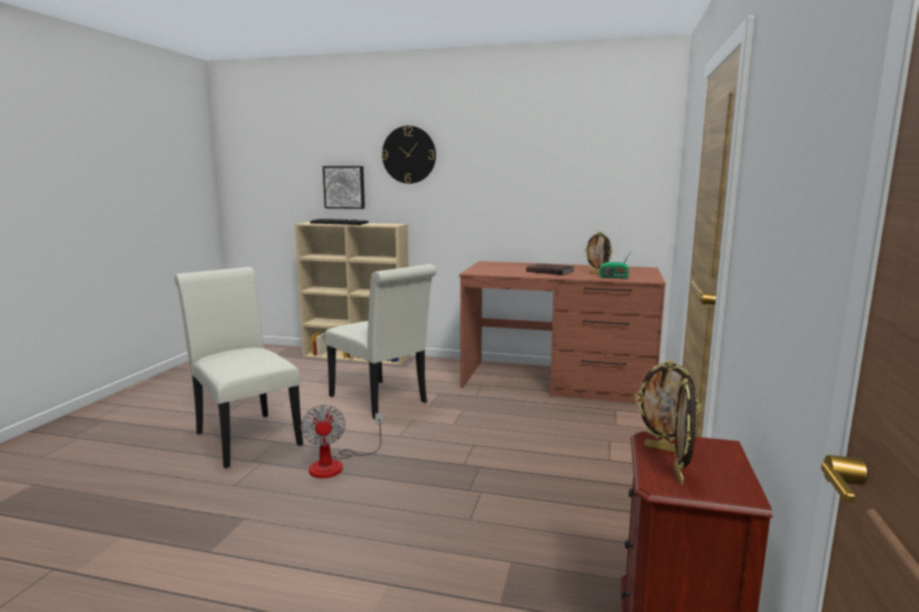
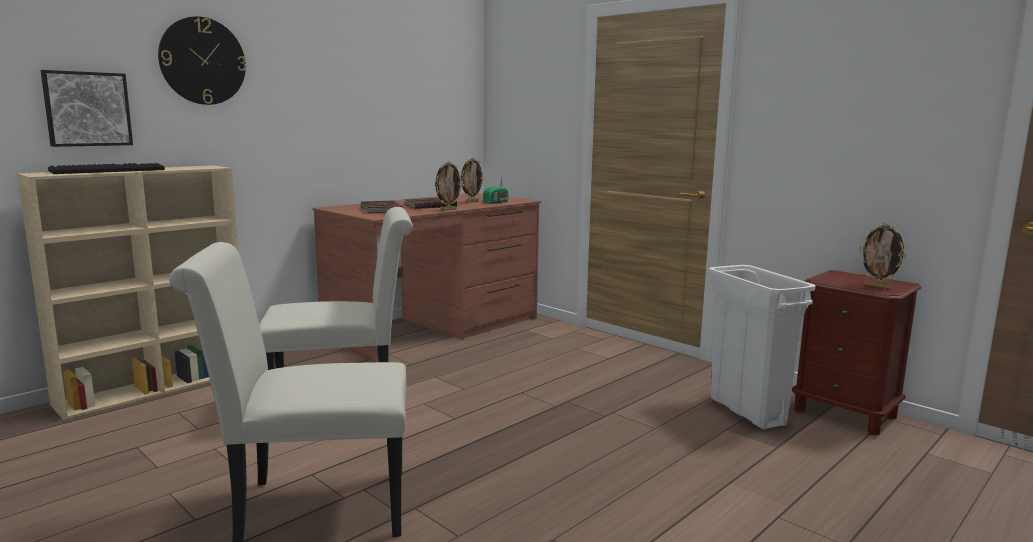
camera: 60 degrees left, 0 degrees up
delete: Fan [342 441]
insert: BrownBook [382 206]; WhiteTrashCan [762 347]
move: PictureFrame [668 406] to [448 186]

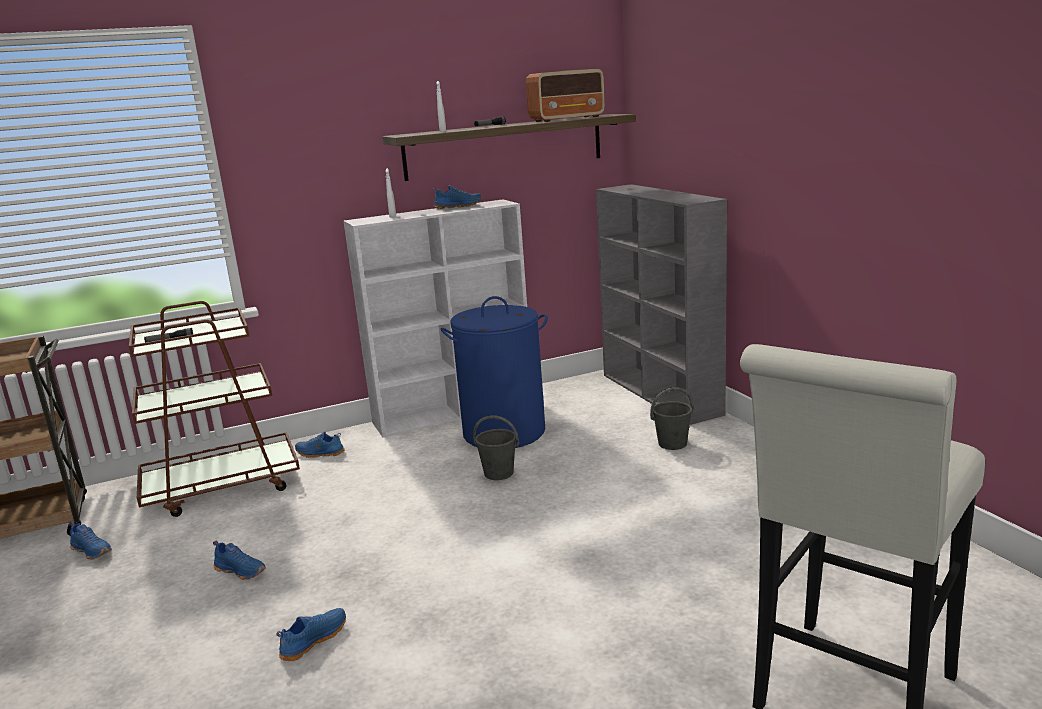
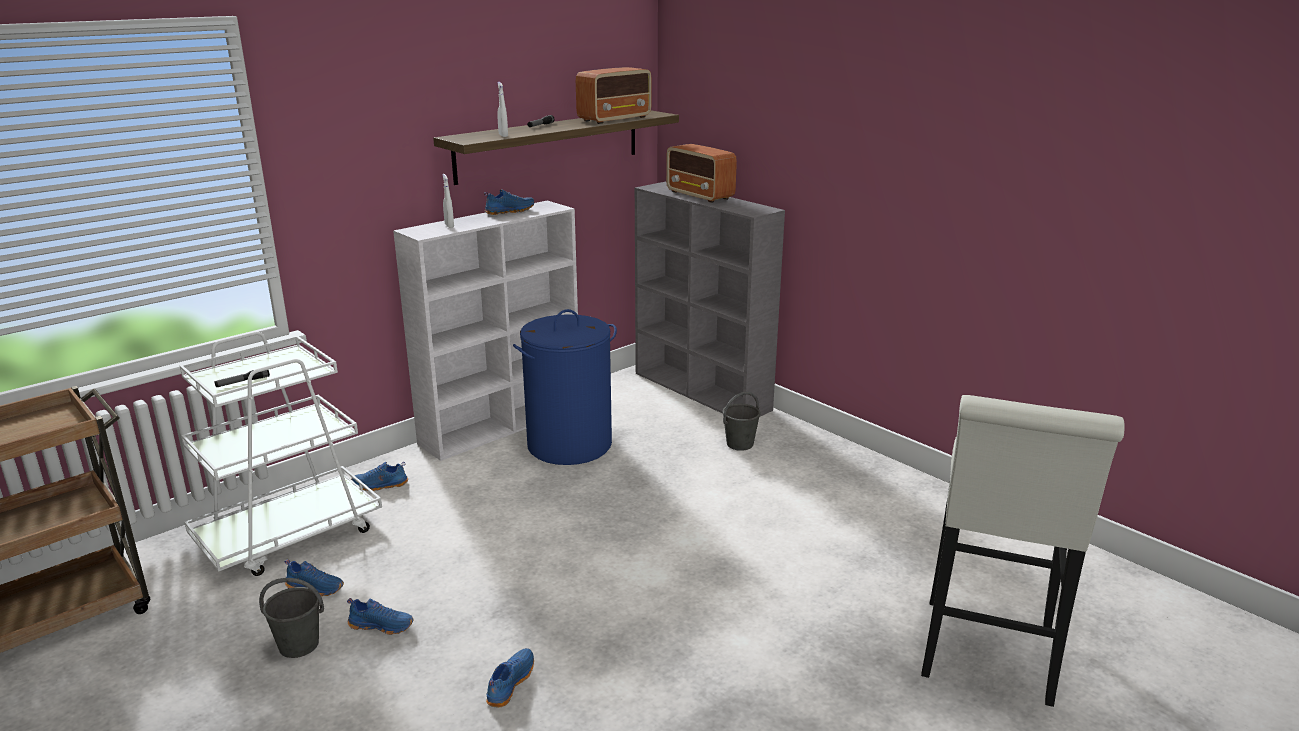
camera: 20 degrees left, 5 degrees up
insert: Radio [701 173]
move: BlueShoe [91 540] to [314 577]; GreyBucket [496 447] to [291 618]
recolor: BrownCart [214 409] to WhiteCart [281 454]

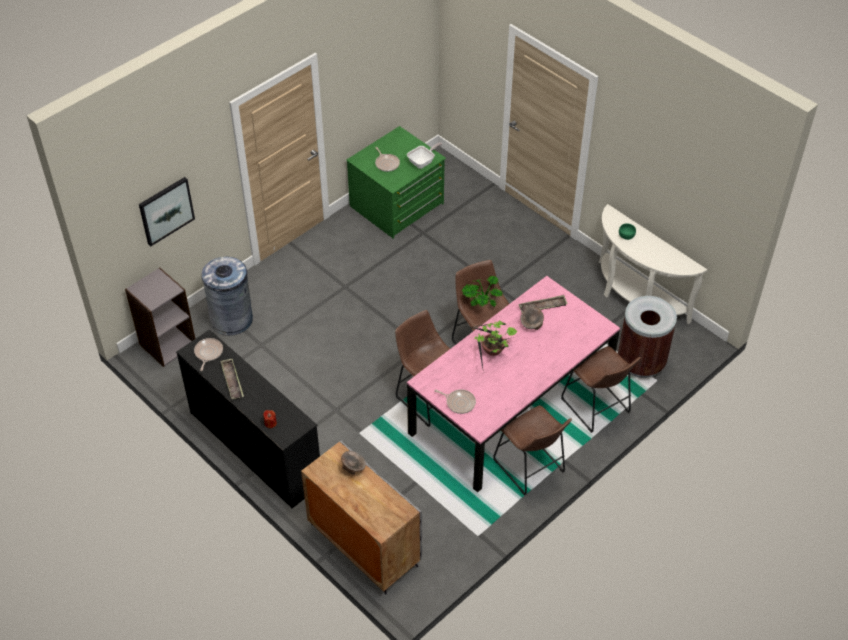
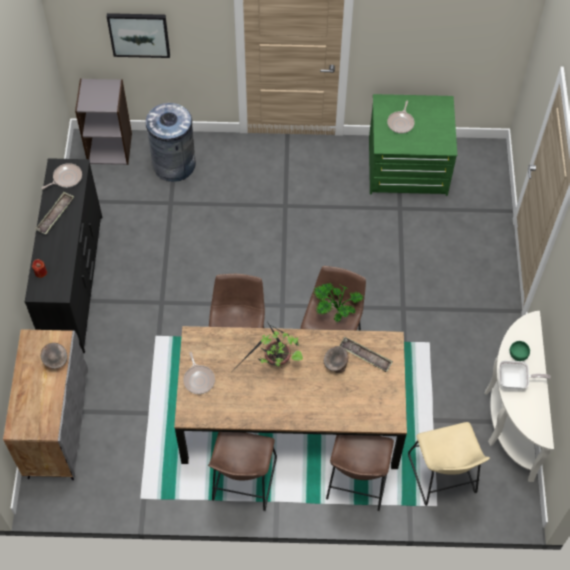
camera: 45 degrees right, 10 degrees up
move: FryingPan [424 155] to [525 374]
replace: BrownTrashCan [647 337] to BeigeStool [449 464]
recolor: PinkDiningTable [513 384] to BrownDiningTable [290 397]

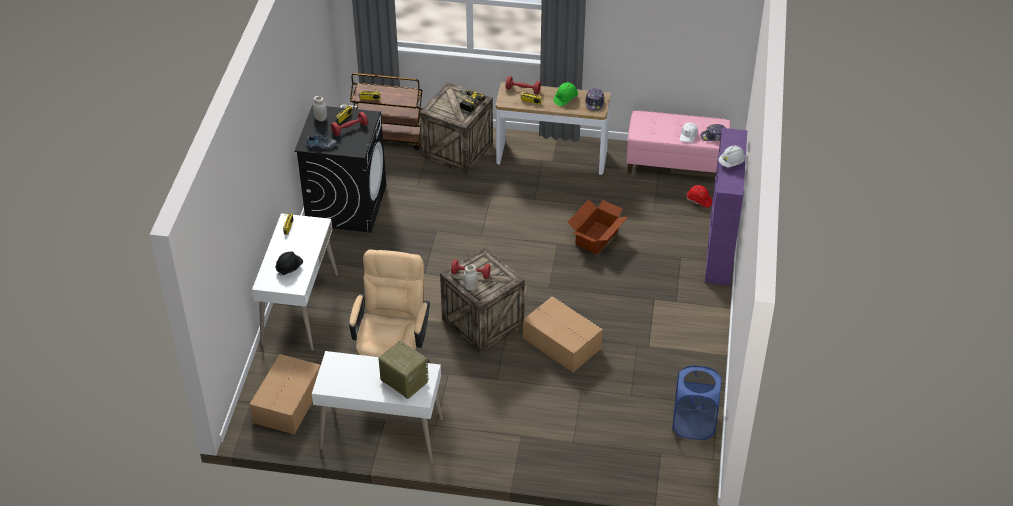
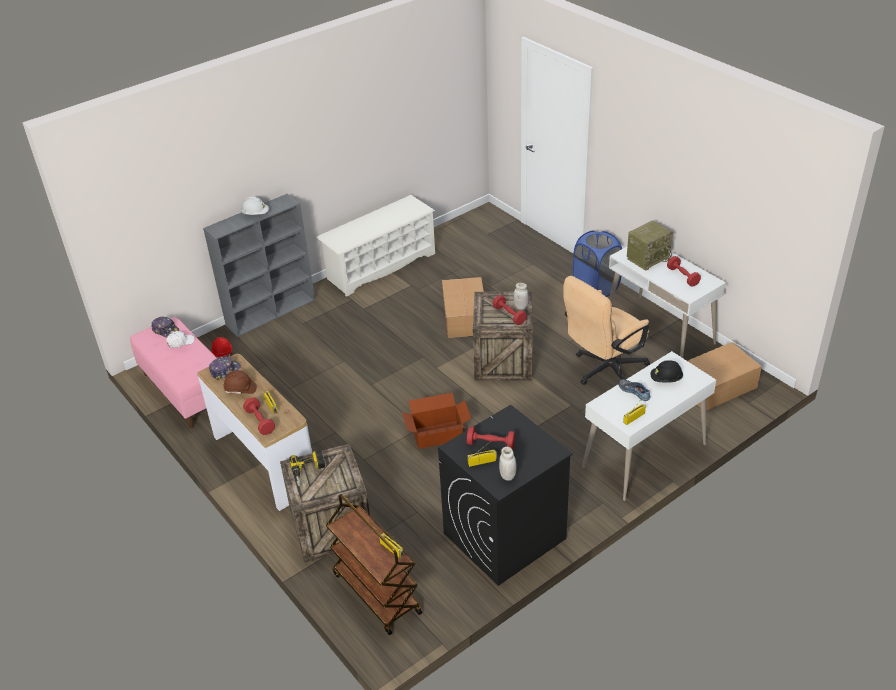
camera: 135 degrees left, 5 degrees down
insert: WhiteShoeRack [376 246]; RedDumbbell [684 271]
move: Shoe [322 142] to [634 390]; CardboardBox [597 226] to [436 420]; BlueLaundryBasket [696 402] to [597 264]
recolor: GreenHardHat [565 94] to BrownHardHat [240 382]; PurpleBookcase [726 206] to GreyBookcase [259 265]
rotate: Radio [403 369] = [650 245] 120 degrees counterclockwise

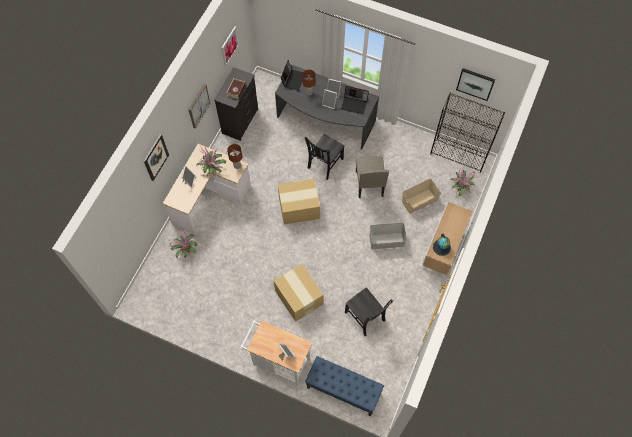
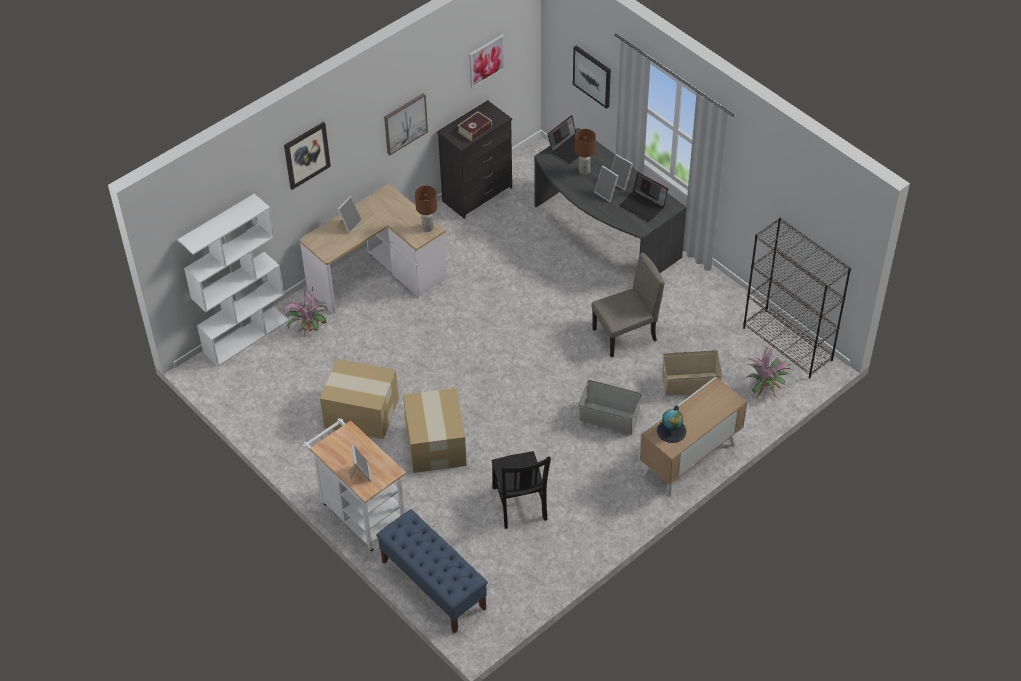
camera: 25 degrees right, 15 degrees down
delete: PottedPlant [211 160]; BlackChair [324 157]
insert: WhiteBookcase [233 280]
move: CardboardBox [299 202] to [359 398]; Picture [475 84] to [592 77]
rotate: BeigeChair [372 177] = [628 305] 135 degrees counterclockwise

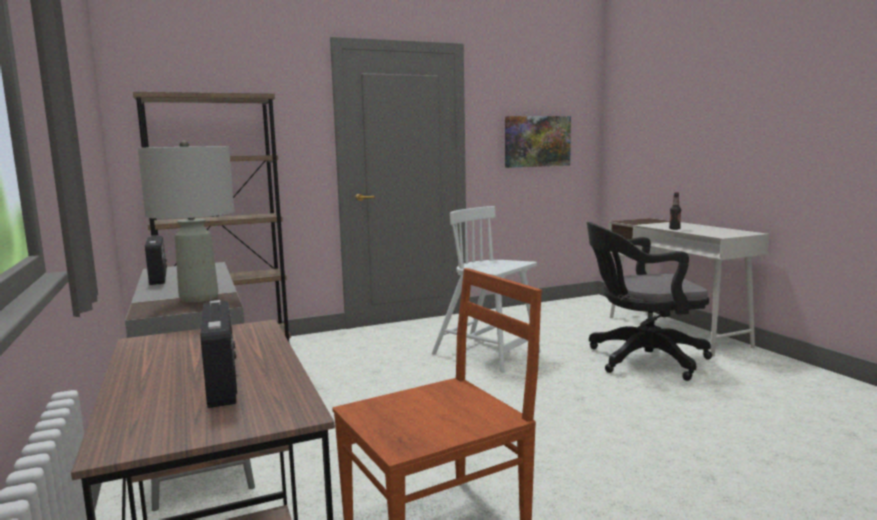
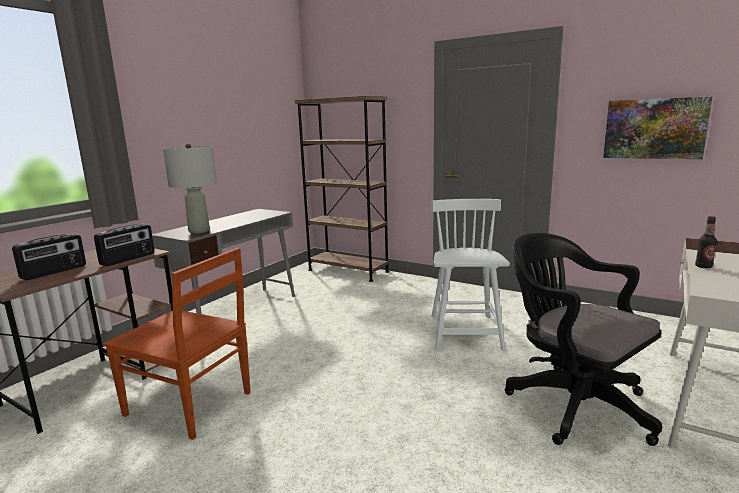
camera: 55 degrees right, 5 degrees up
move: Radio [156 260] to [124 244]

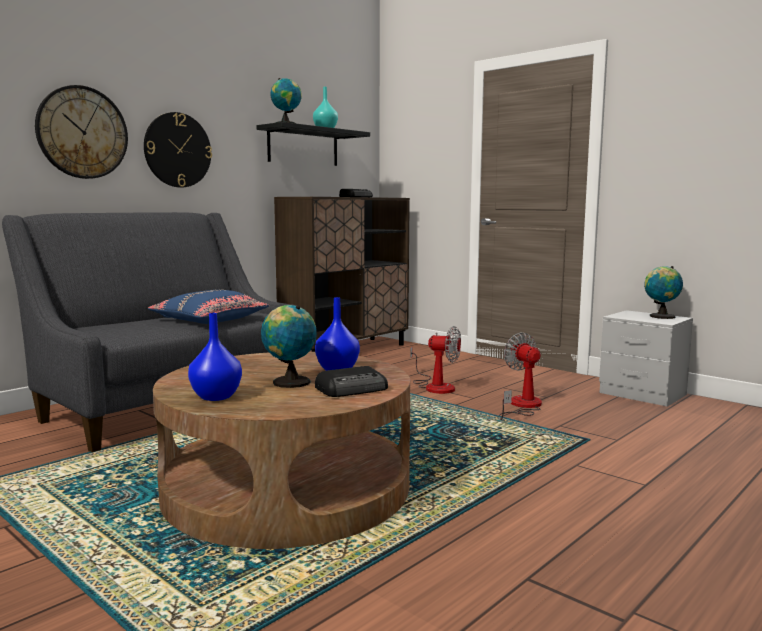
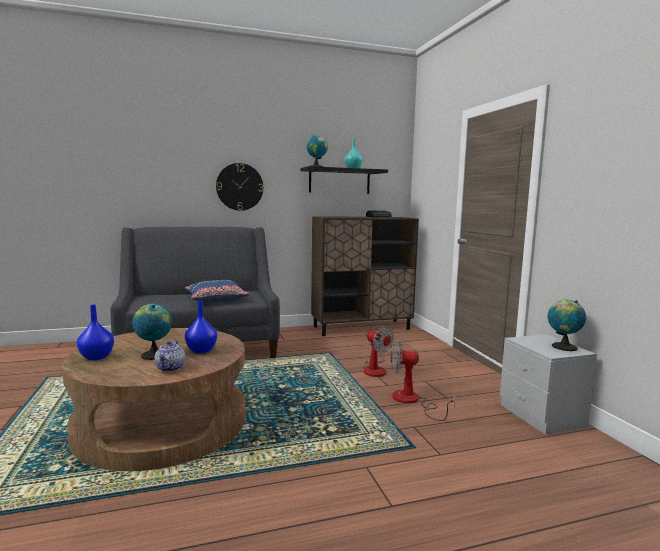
camera: 30 degrees right, 0 degrees up
delete: WallClock [81 132]
replace: Radio [351 381] to Teapot [169 356]
rotate: Fan [520 376] = [423 381] 90 degrees counterclockwise

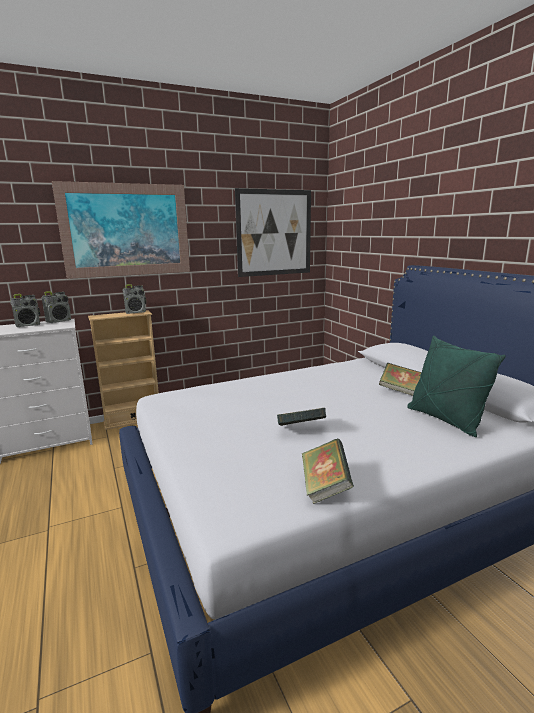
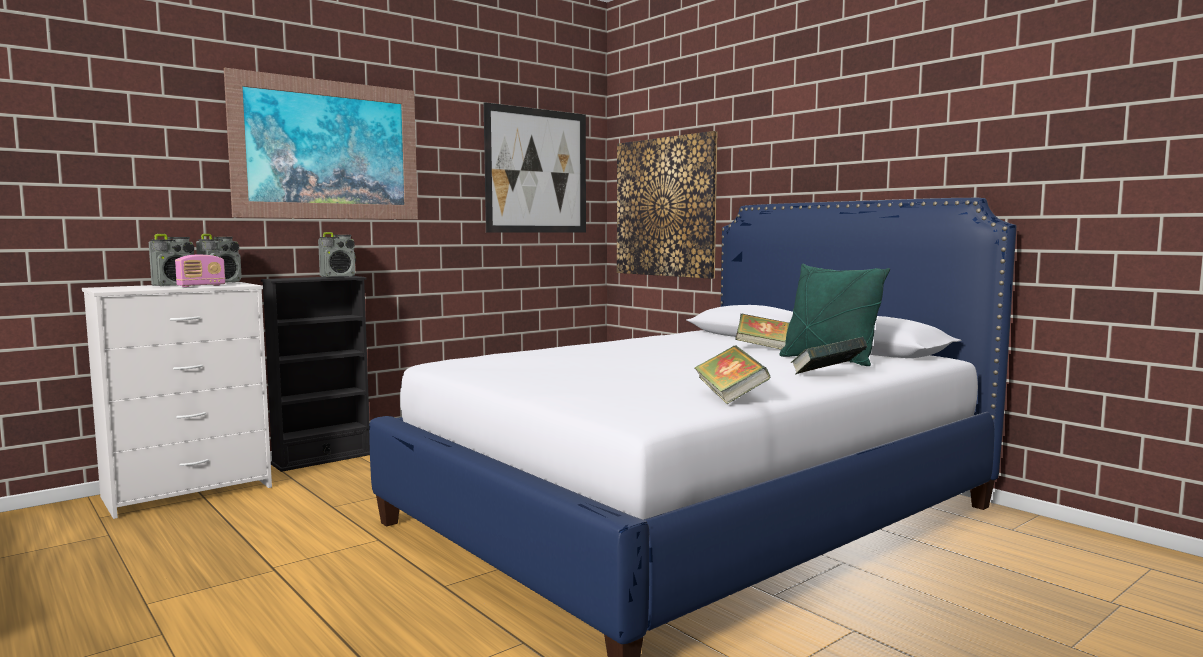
camera: 15 degrees left, 10 degrees down
insert: Radio [200 271]; Picture [667 205]
move: Book [301 417] to [829 356]
recolor: BeigeBookcase [123 370] to BlackBookcase [315 374]

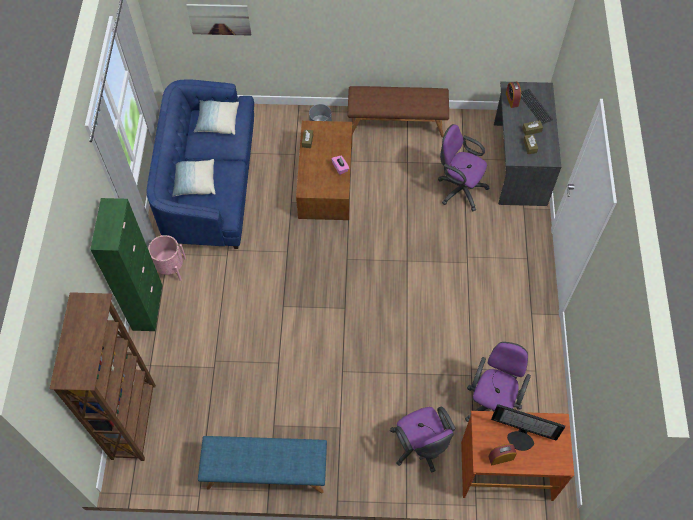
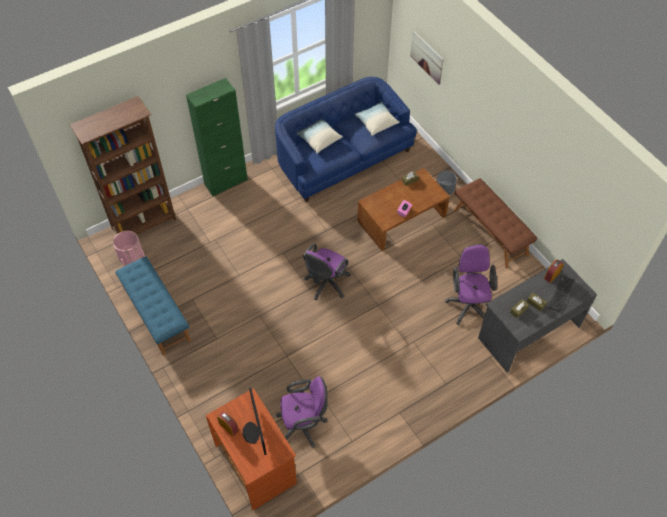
camera: 55 degrees right, 5 degrees down
move: PinkPlanter [167 258] to [129 249]; PurpleOfficeChair [423 439] to [327 272]

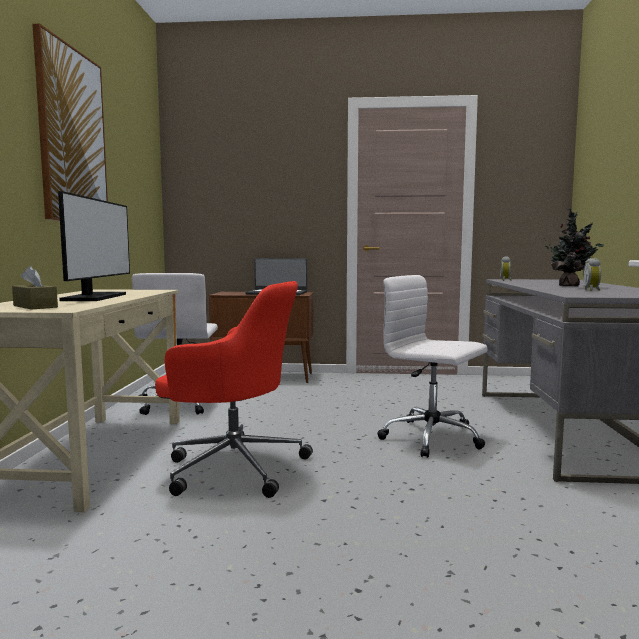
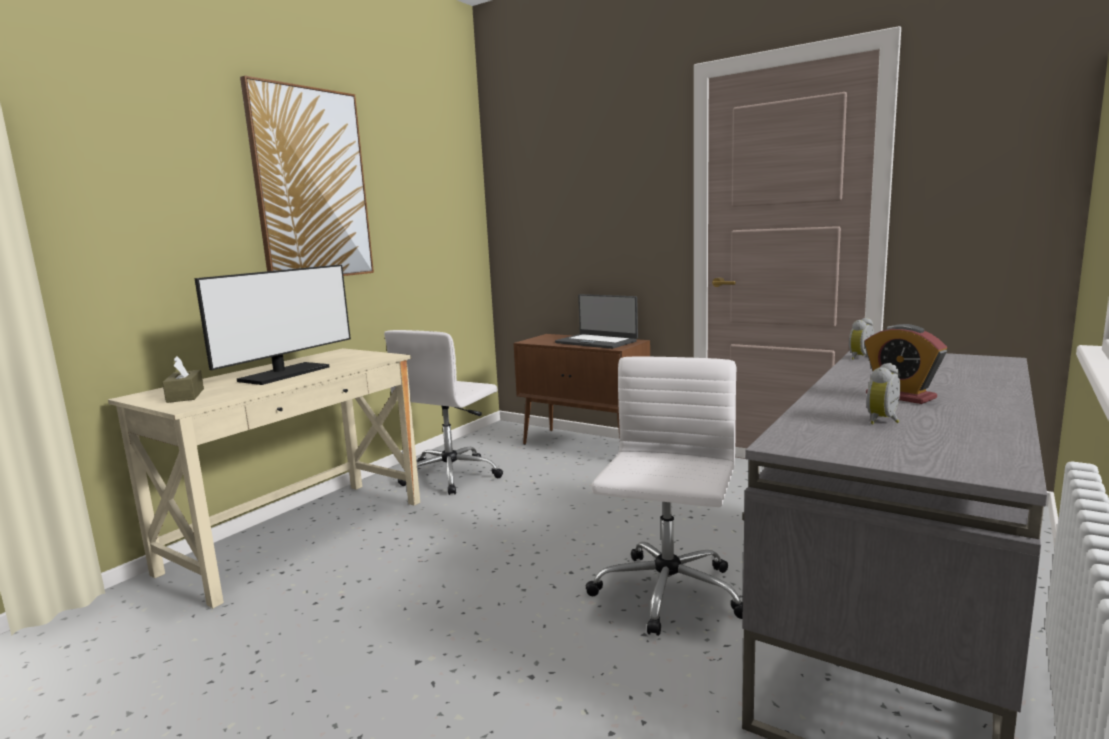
camera: 30 degrees right, 5 degrees up
delete: RedOfficeChair [234 389]
replace: PottedPlant [574 247] to AlarmClock [905 364]
rotate: WhiteOfficeChair [432 366] = [664 496] 45 degrees clockwise

